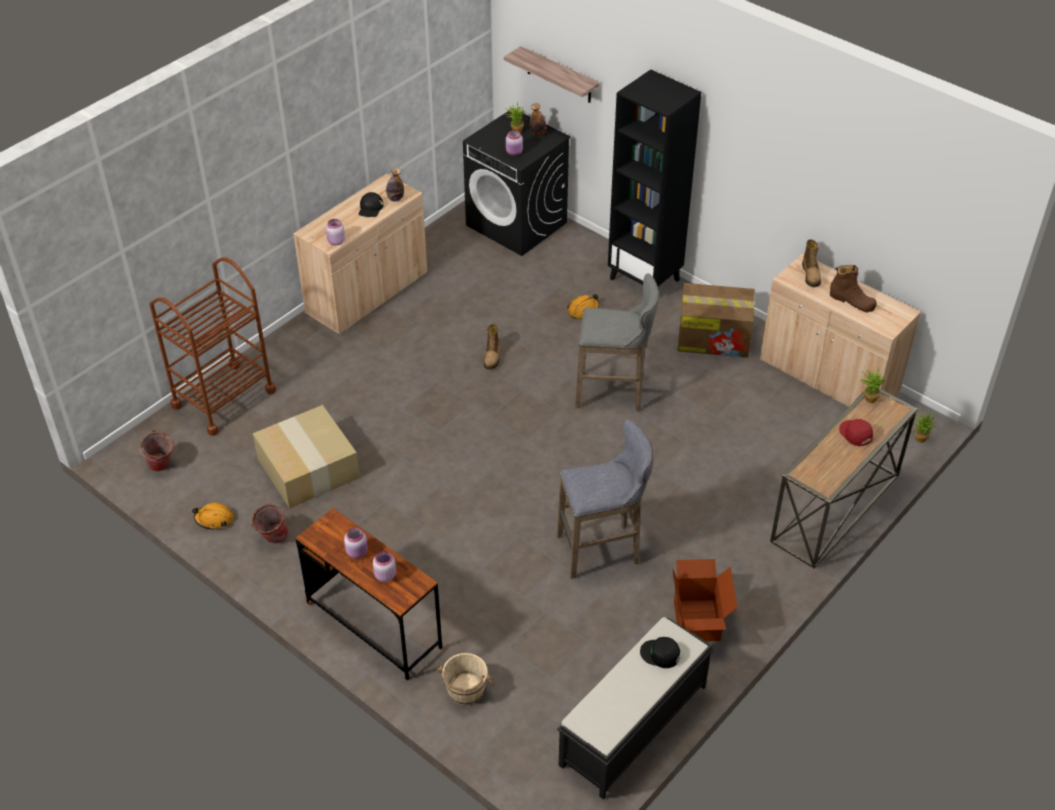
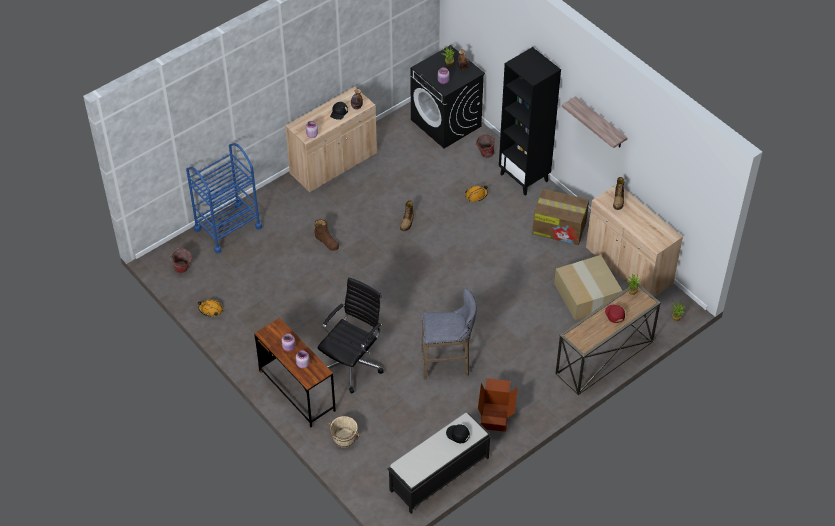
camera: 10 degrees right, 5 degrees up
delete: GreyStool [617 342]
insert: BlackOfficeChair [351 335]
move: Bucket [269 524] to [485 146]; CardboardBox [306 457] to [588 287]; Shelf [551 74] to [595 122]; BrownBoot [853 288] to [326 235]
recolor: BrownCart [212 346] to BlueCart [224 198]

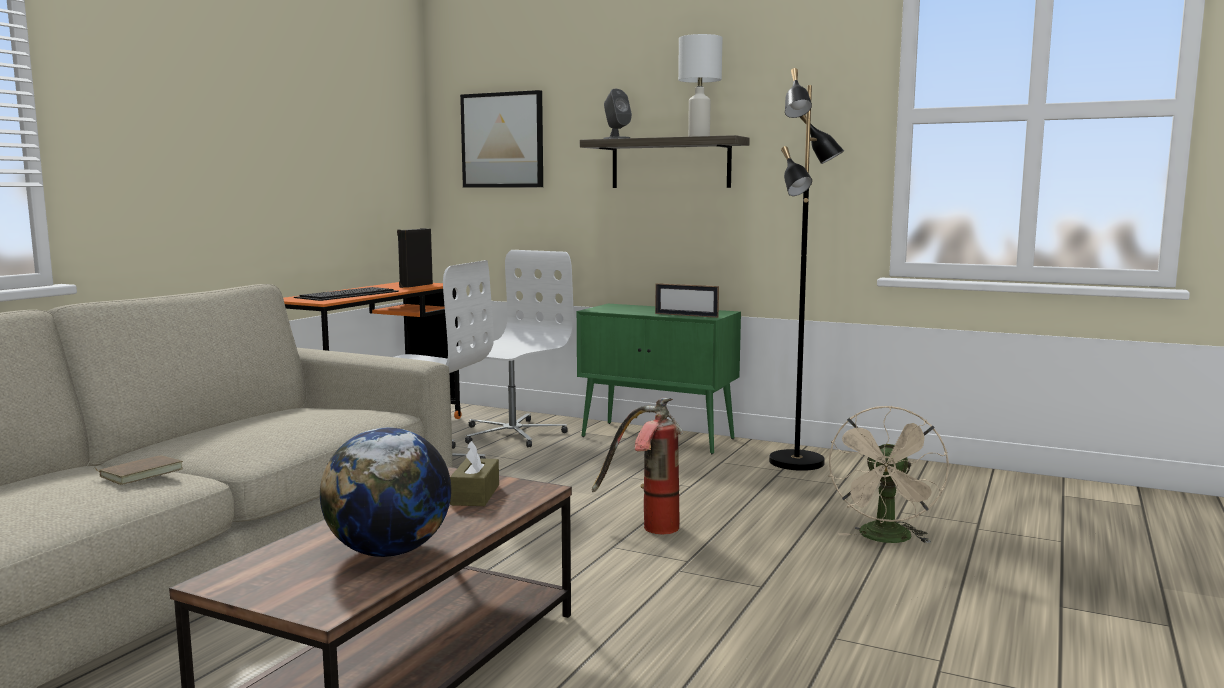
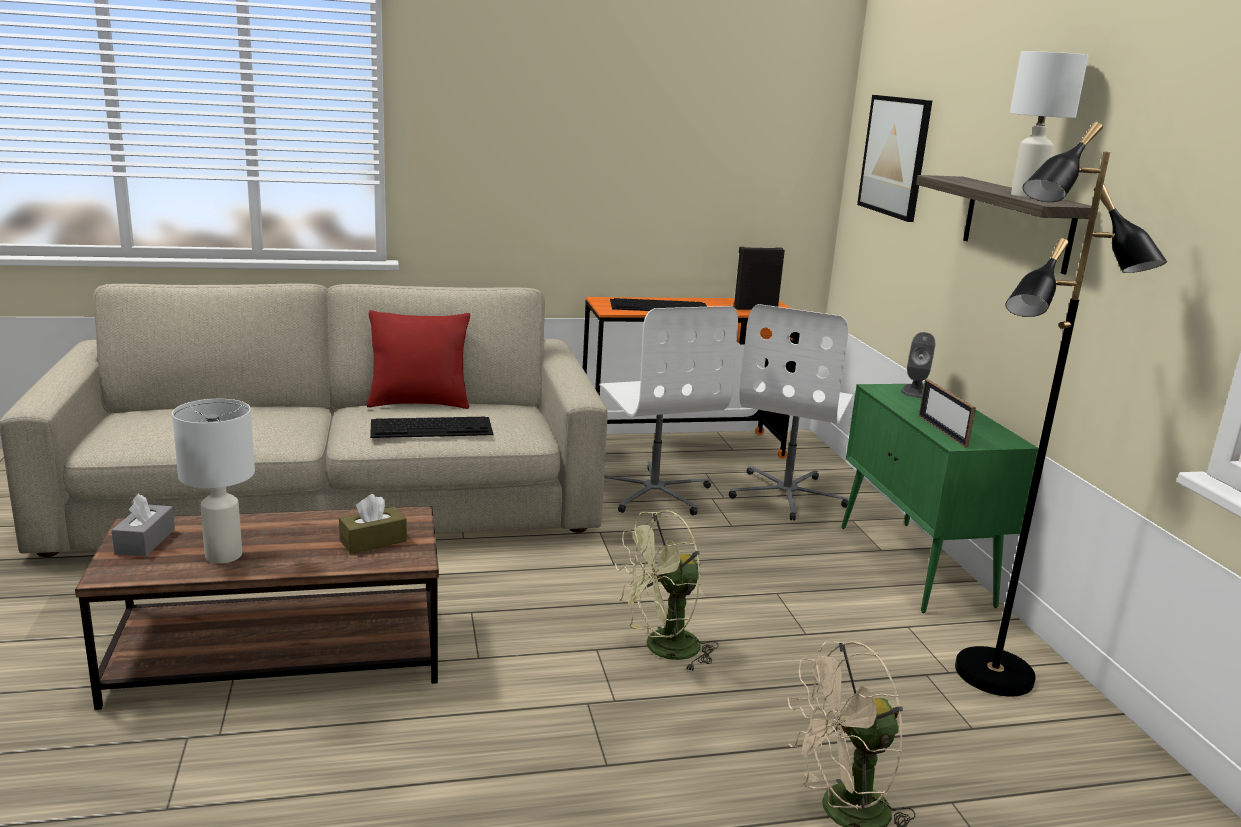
camera: 50 degrees right, 10 degrees up
delete: BrownBook [139 470]
insert: GreyTissueBox [143 524]; RedPillow [418 359]; Keyboard [432 427]
move: GreySpeaker [617 114] to [918 365]
replace: Globe [385 492] to WhiteTableLamp [213 481]; FireExtinguisher [637 465] to GreenFan [667 591]
rotate: WhiteOfficeChair [515 349] = [791 412] 120 degrees clockwise

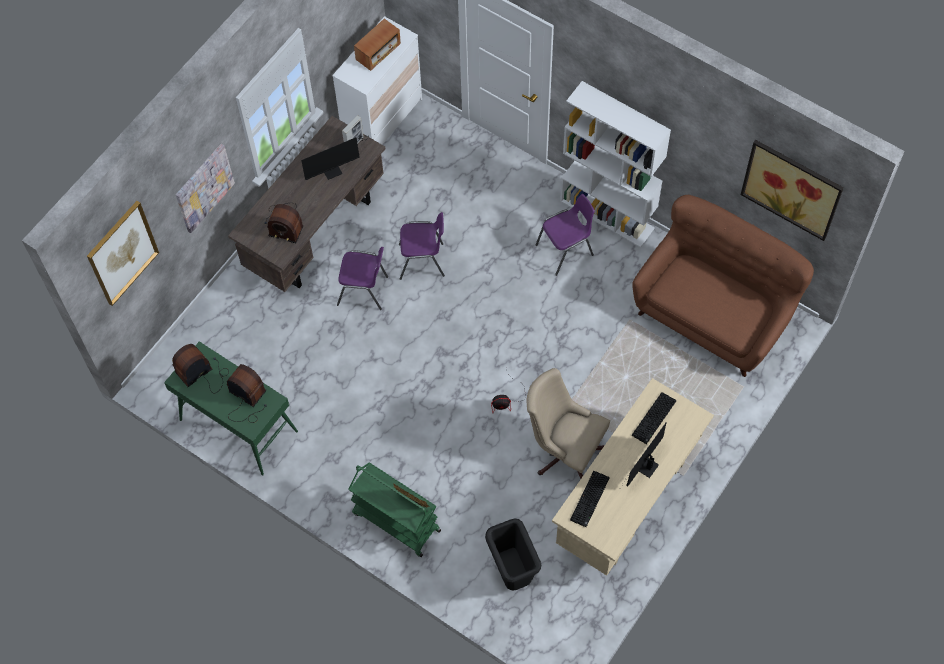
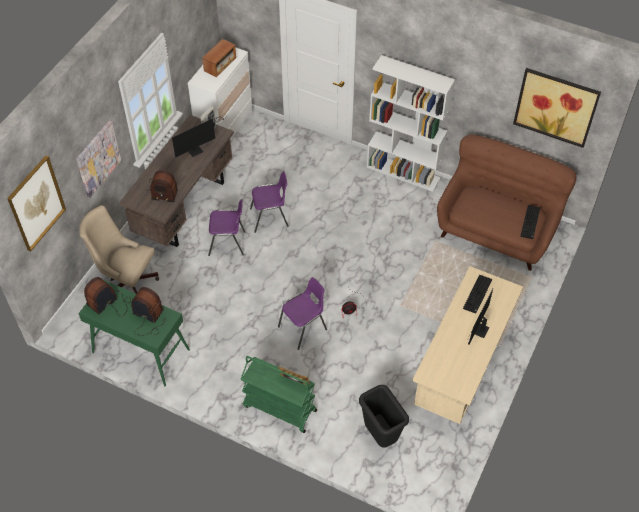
camera: 10 degrees left, 10 degrees down
move: BeigeOfficeChair [568 423] to [119 249]; PurpleChair [565 235] to [302 313]; Keyboard [590 499] to [530 222]

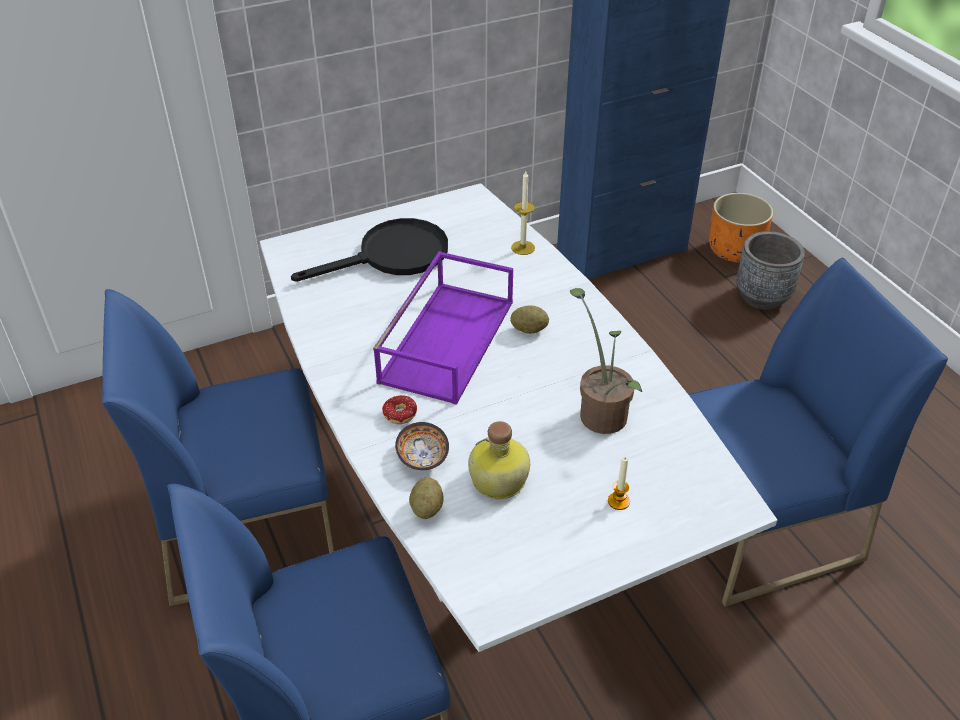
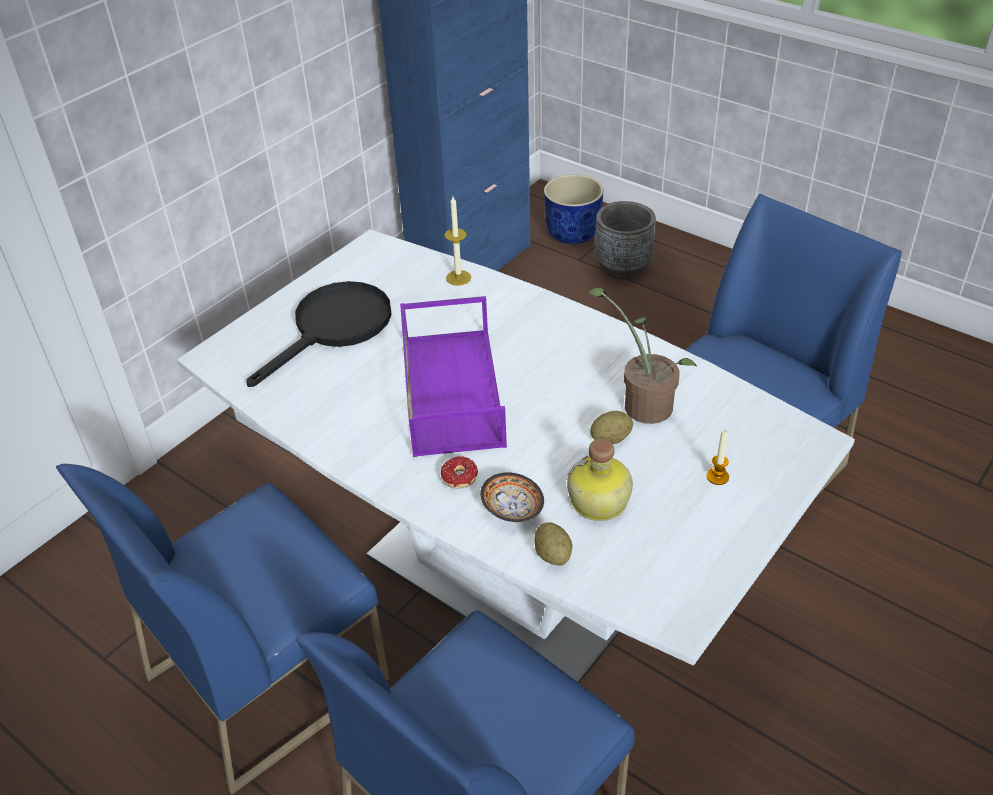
camera: 25 degrees left, 0 degrees up
move: Potato [529 320] to [611 427]
recolor: OrangePlanter [741 227] to BluePlanter [573 209]

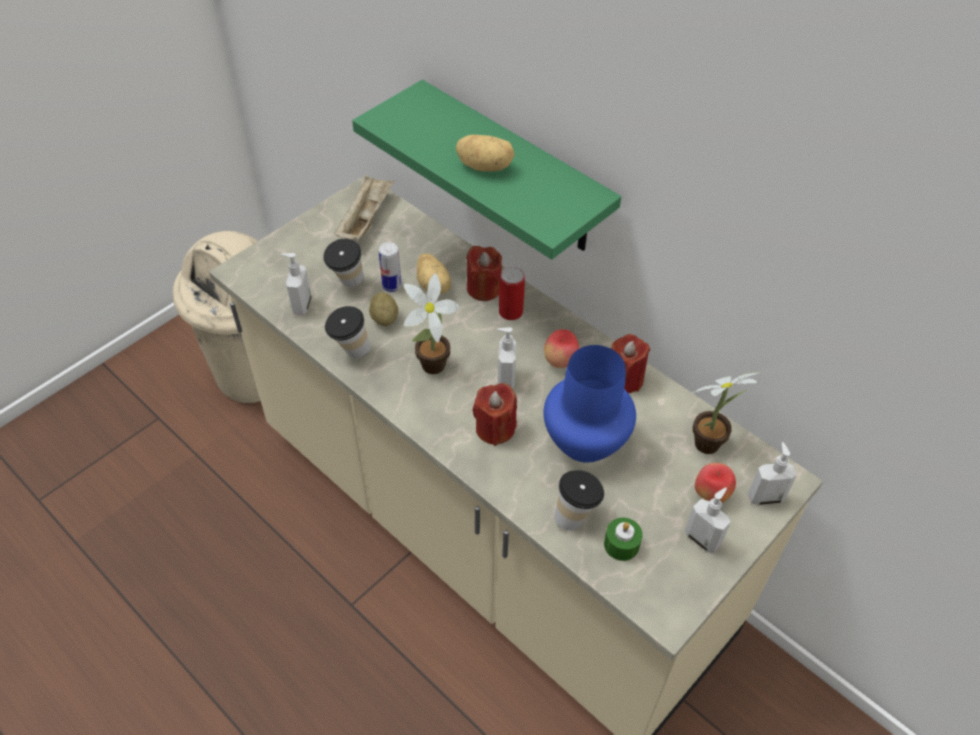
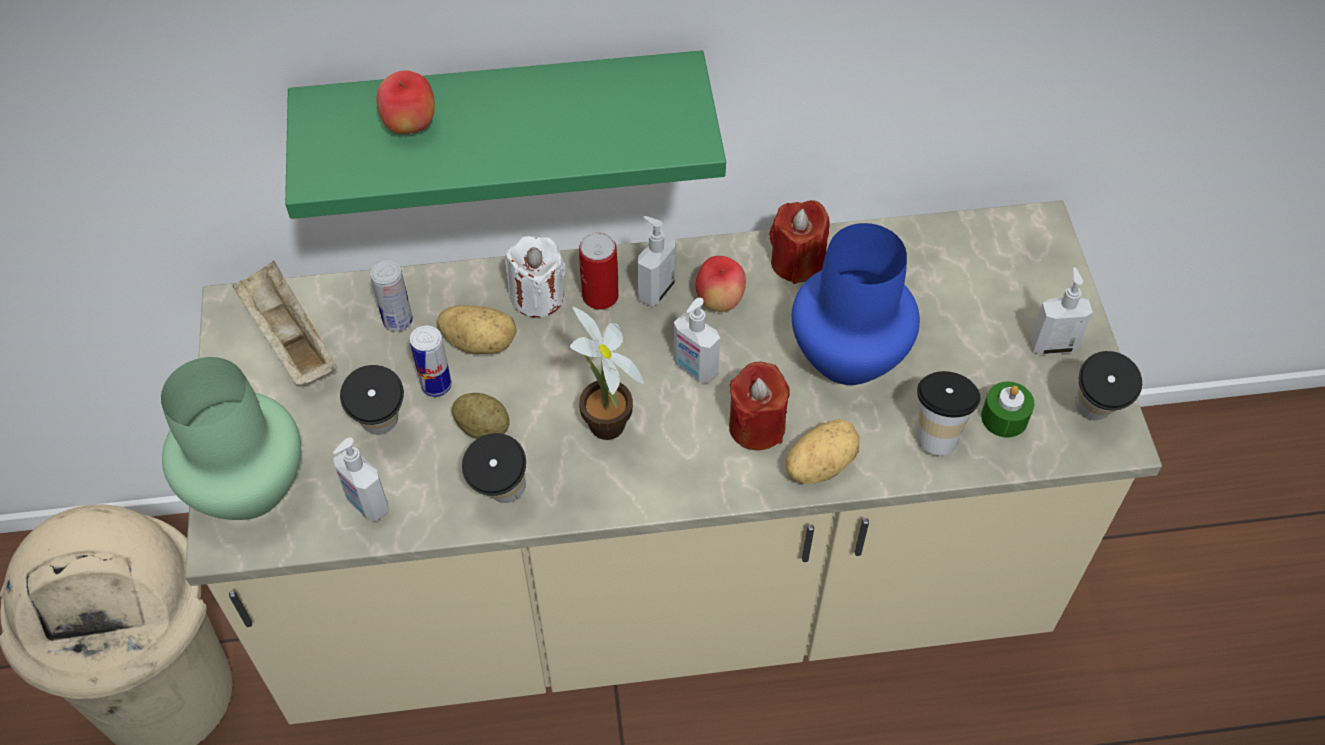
camera: 50 degrees left, 5 degrees up
delete: PottedPlant [725 413]
insert: GreenVase [231 438]; Can [391 296]; Cup [1108 385]
move: Potato [485 153] to [822 451]; Apple [715 483] to [405 102]; SoapDispenser [772 474] to [657 261]
recolor: RedCandle [484 273] to WhiteCandle [535 276]

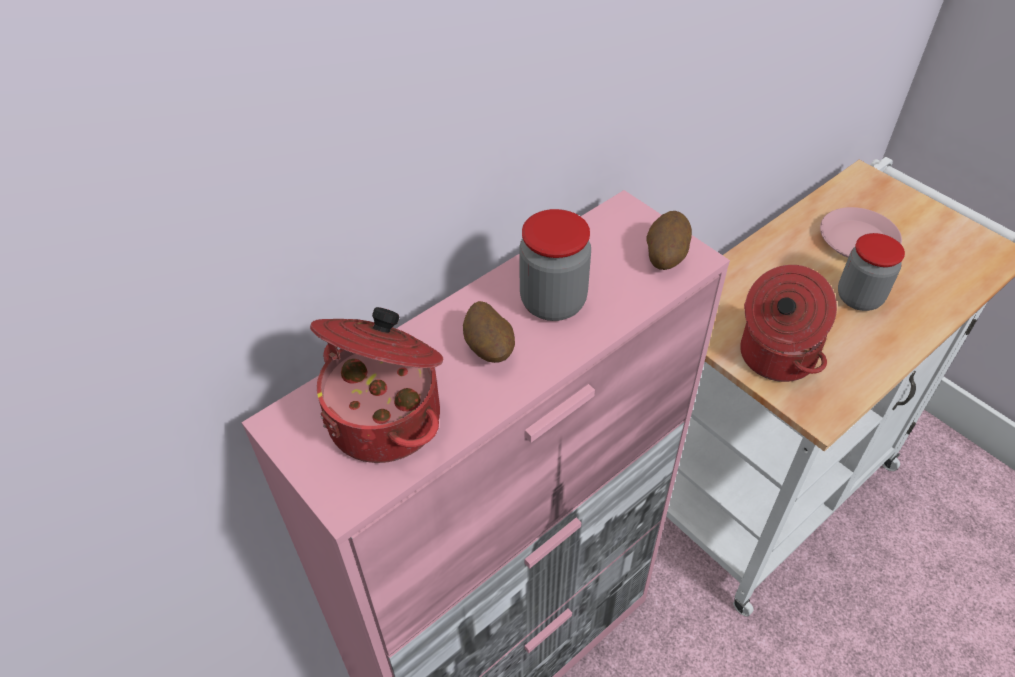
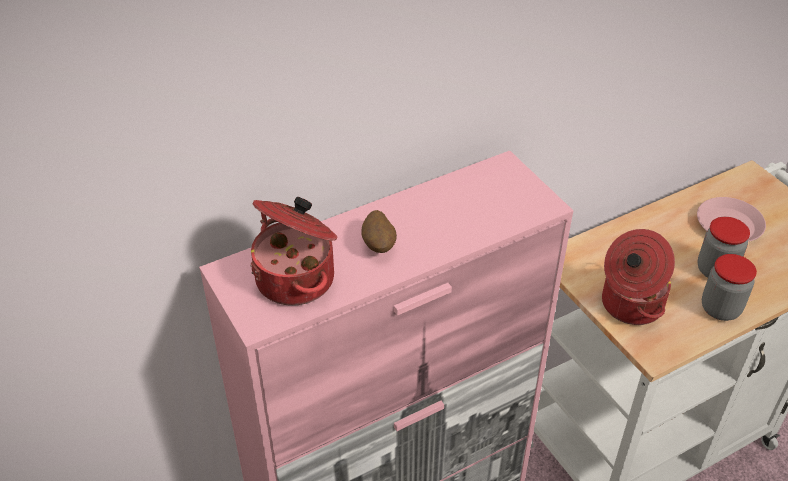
camera: 10 degrees right, 5 degrees down
delete: Potato [669 240]
move: Jar [555 265] to [729 287]

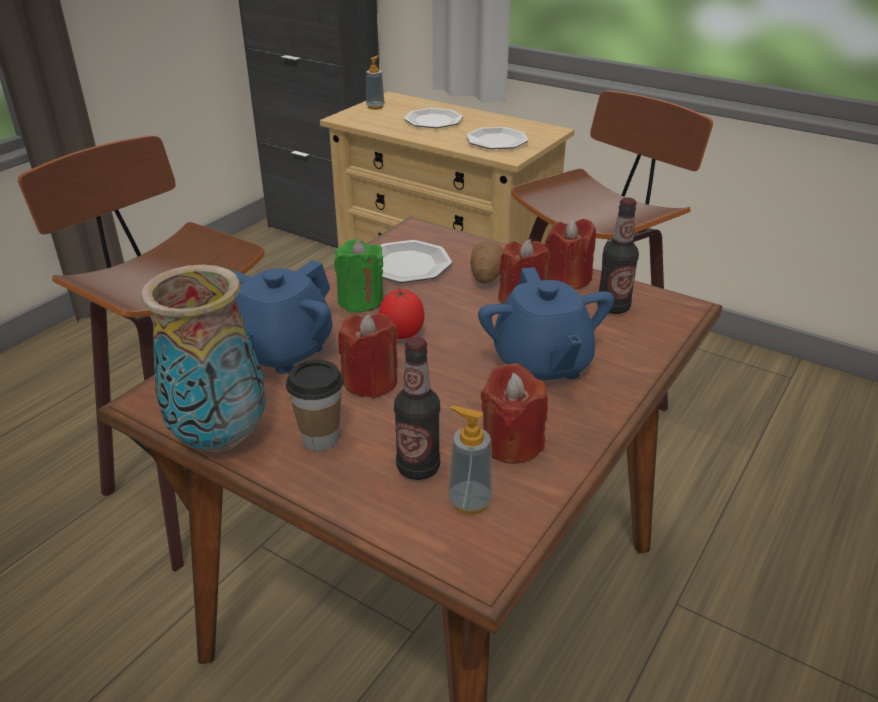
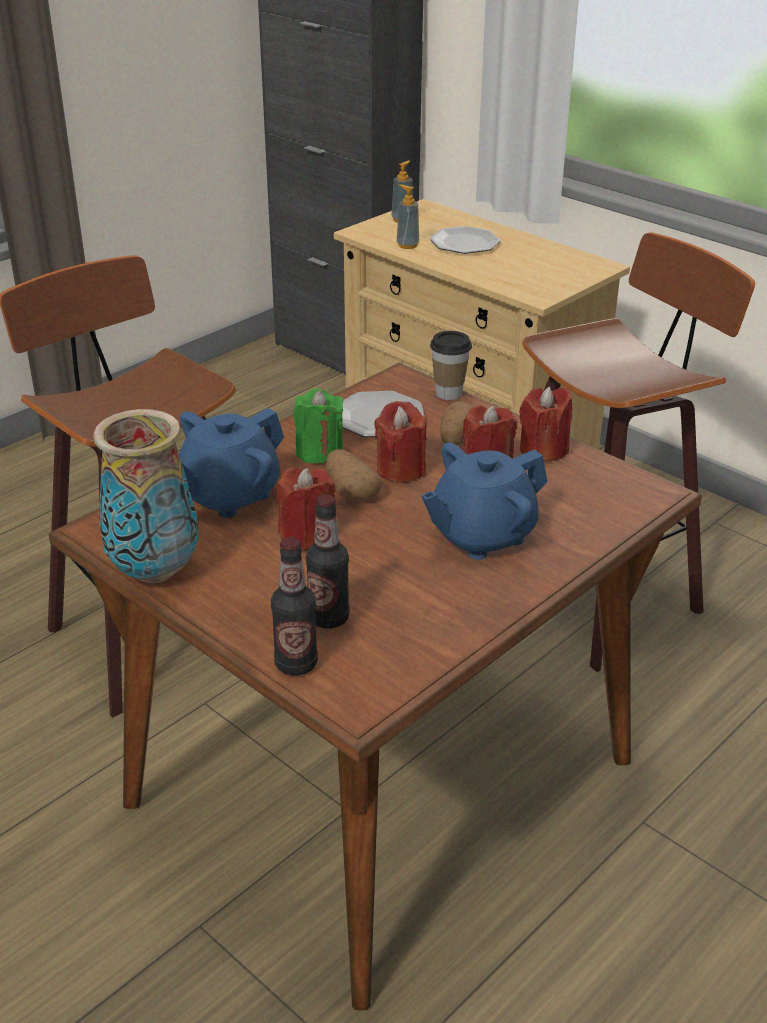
camera: 10 degrees right, 0 degrees up
delete: Plate [497 138]
move: Cup [315 405] to [451 365]; SoapDispenser [470 460] to [408 216]; RedCandle [514 413] to [401 442]; Bottle [618 255] to [294 606]
replace: Tomato [401 313] to Potato [353 474]
rotate: BlueTeapot [546 323] = [484 501] 60 degrees clockwise

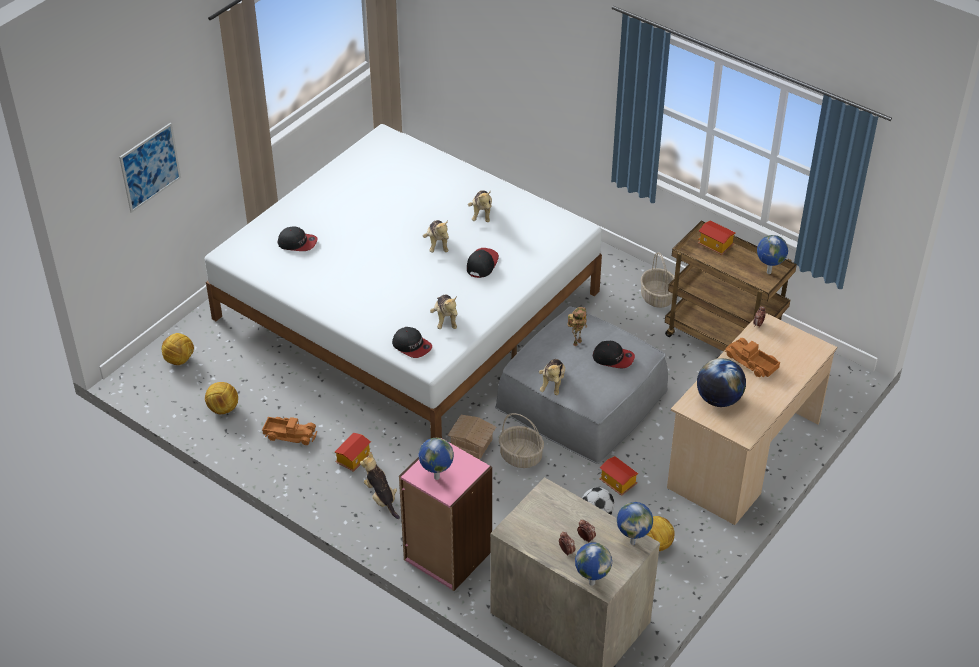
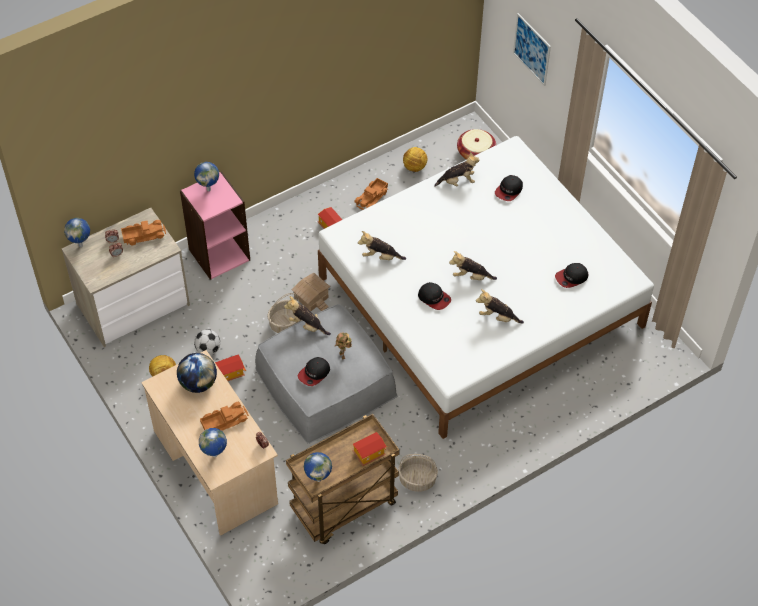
camera: 110 degrees right, 10 degrees up
insert: ToyTruck [143 233]
move: PlushToy [380 485] to [457 169]; Cap [412 342] to [571 275]; Globe [635 523] to [213 443]
replace: Football [178 349] to Basket [476 144]

